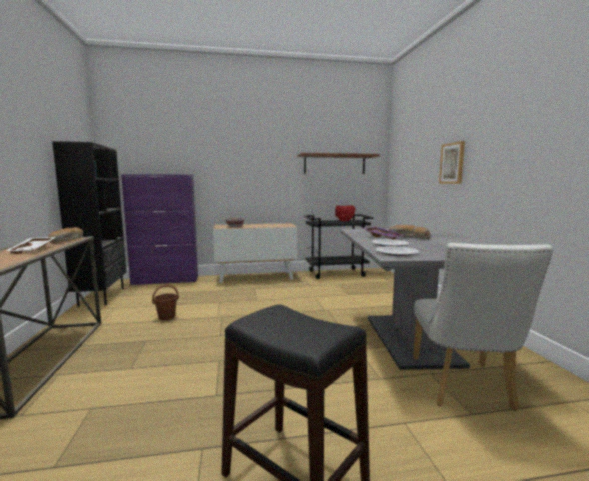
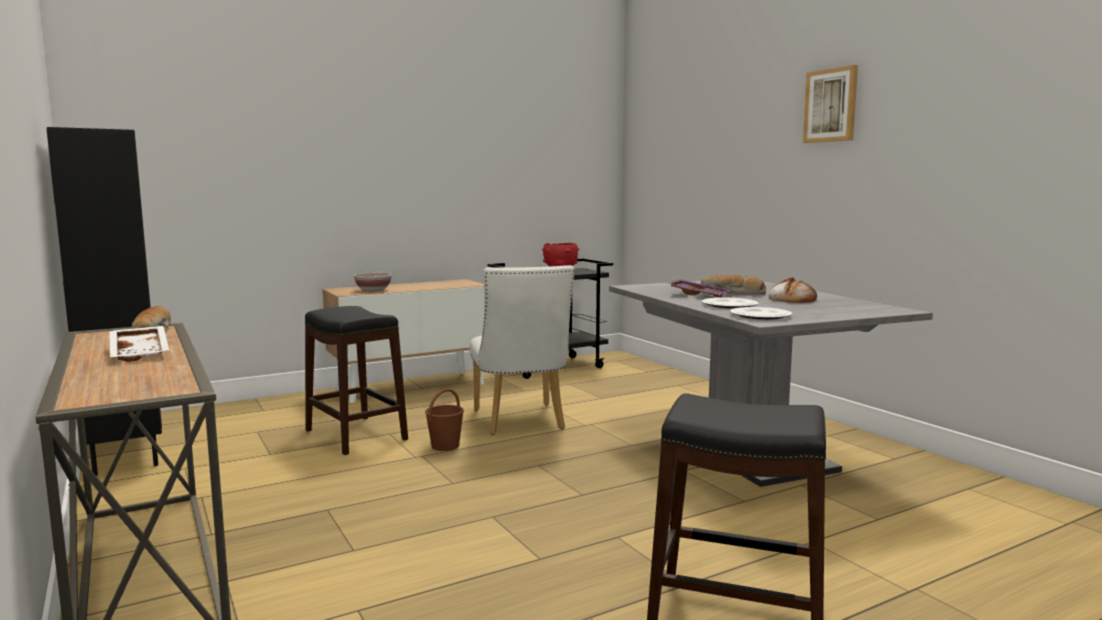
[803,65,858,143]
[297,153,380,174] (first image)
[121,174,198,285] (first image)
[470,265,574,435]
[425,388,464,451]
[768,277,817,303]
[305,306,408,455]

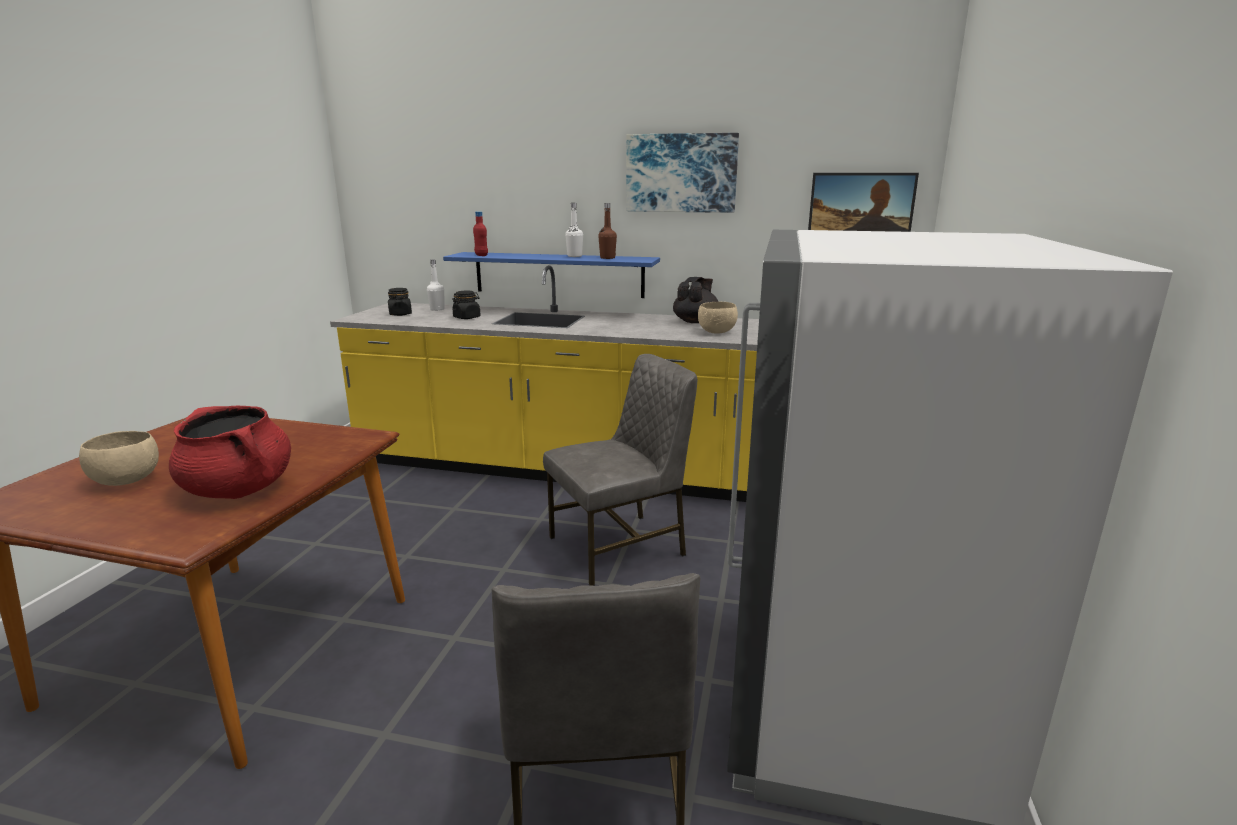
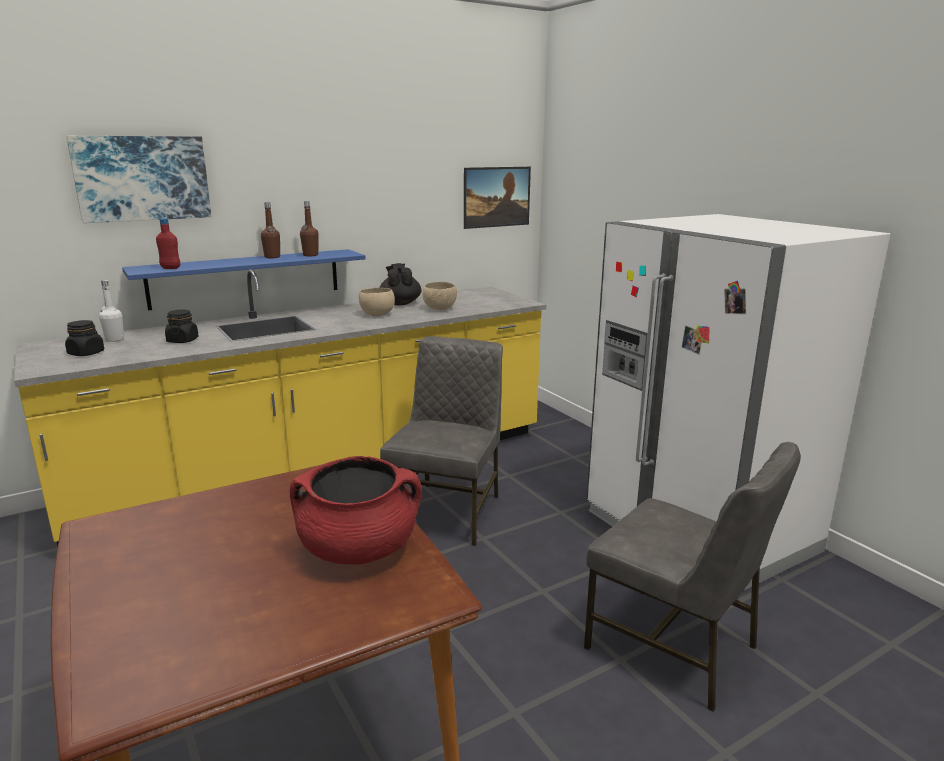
[66,136,211,223]
[261,202,280,258]
[359,288,395,316]

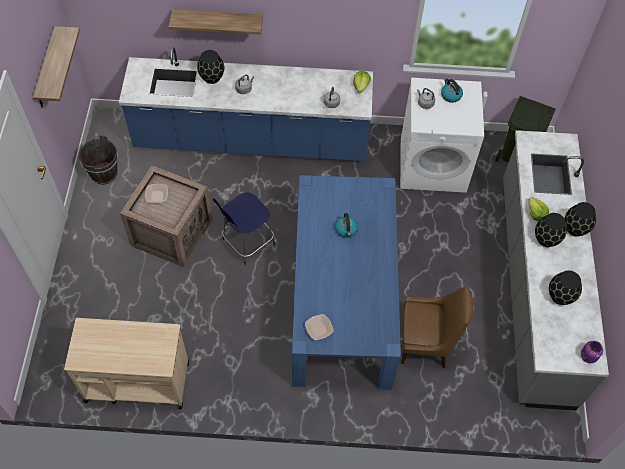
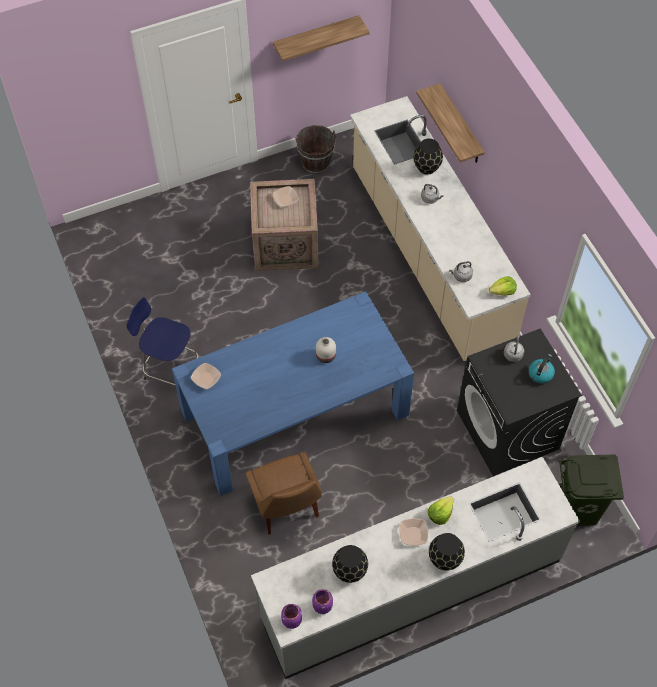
[350,96,531,361]
[457,328,582,476]
[127,297,198,385]
[316,337,336,363]
[400,518,428,545]
[64,318,189,409] (first image)
[312,589,333,614]

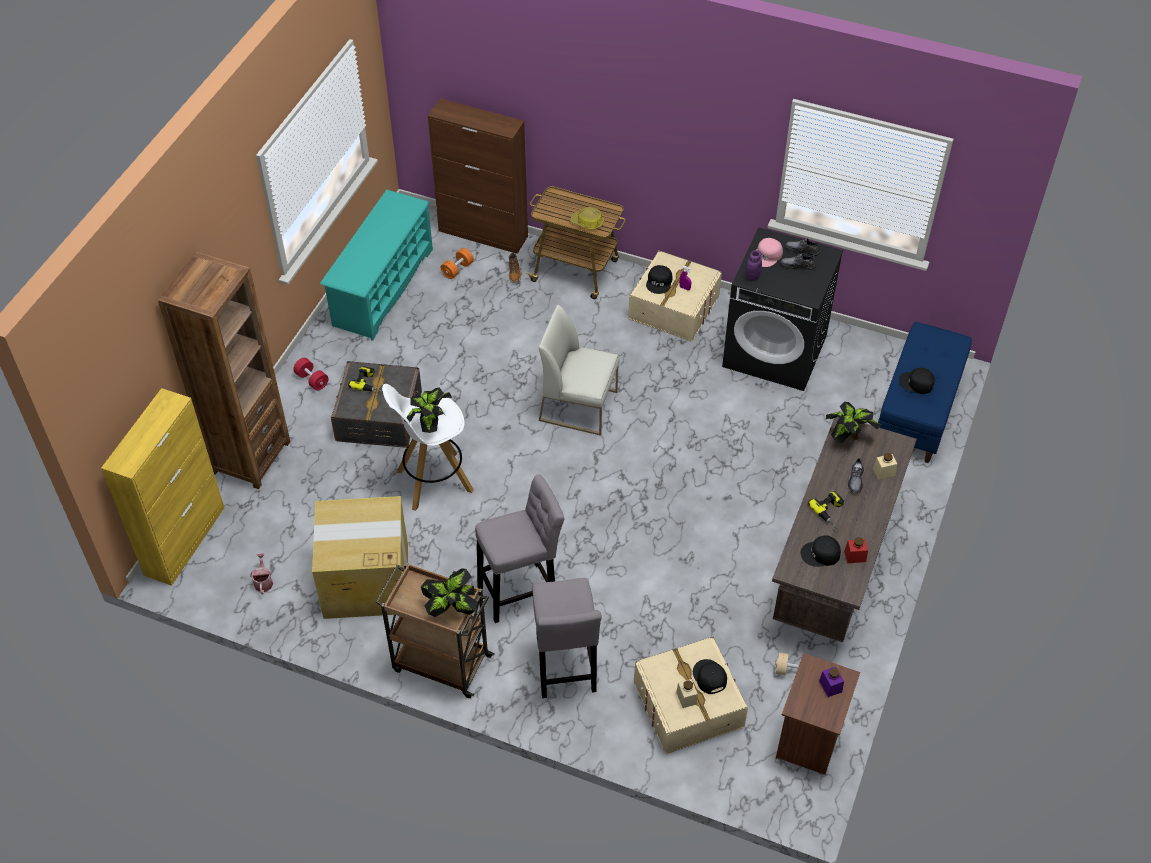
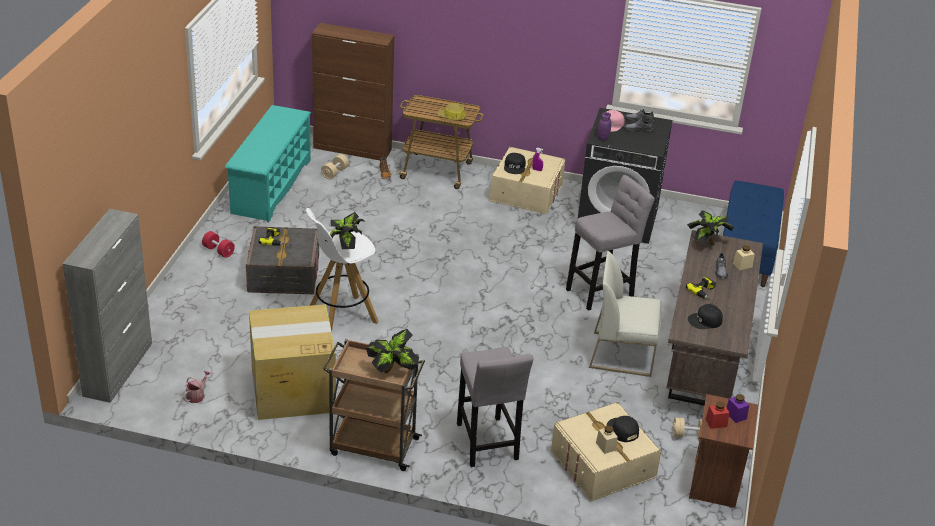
[321,154,349,179]
[158,252,291,489] (first image)
[589,251,662,377]
[899,368,935,394] (first image)
[62,209,152,403]
[566,175,655,311]
[706,401,729,429]
[183,371,211,403]

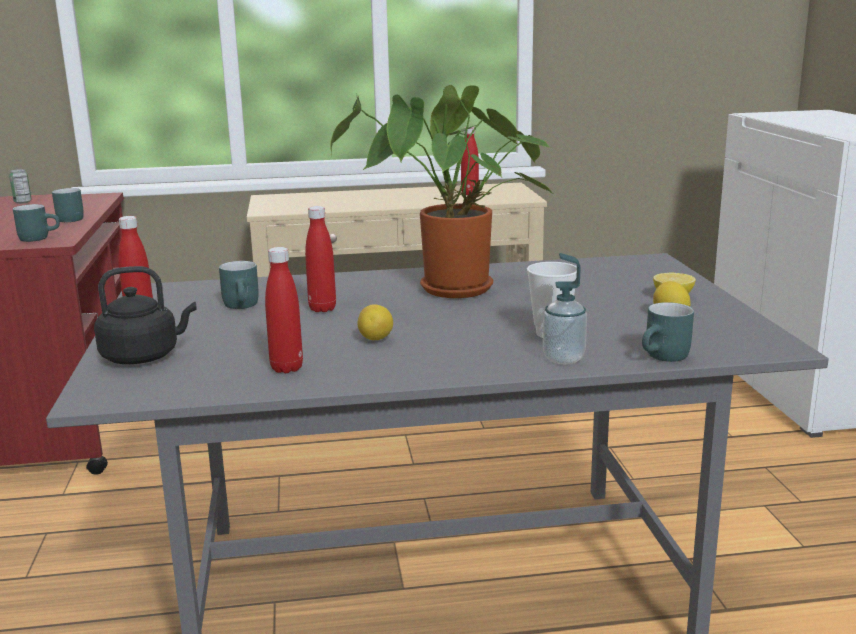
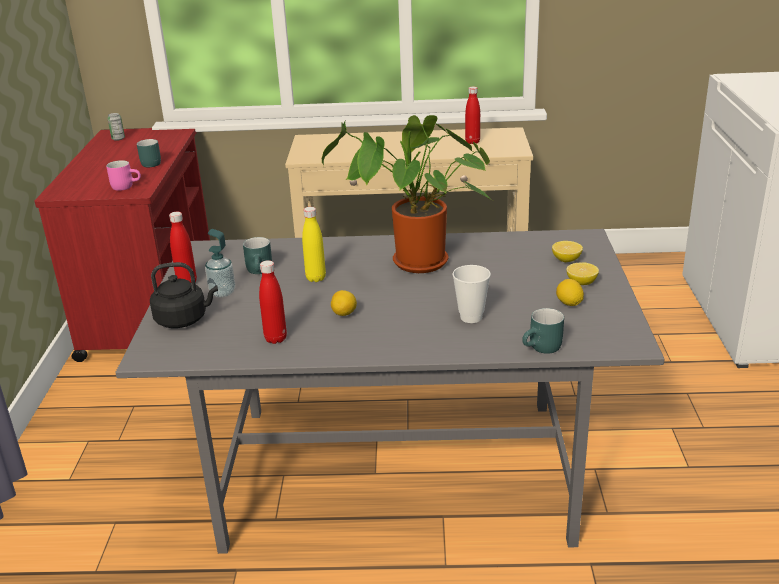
[106,160,141,191]
[302,207,326,282]
[205,229,236,298]
[552,241,583,262]

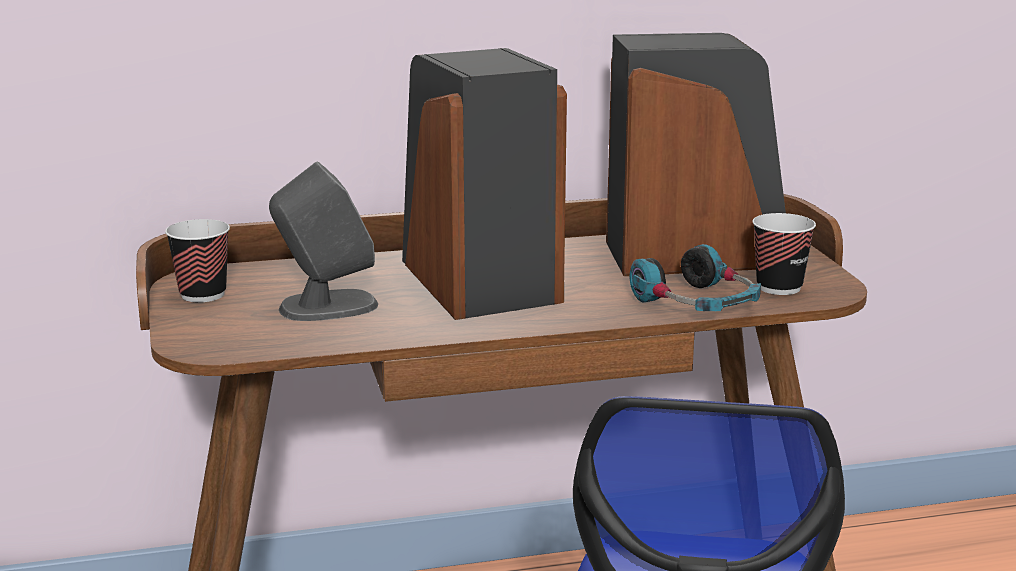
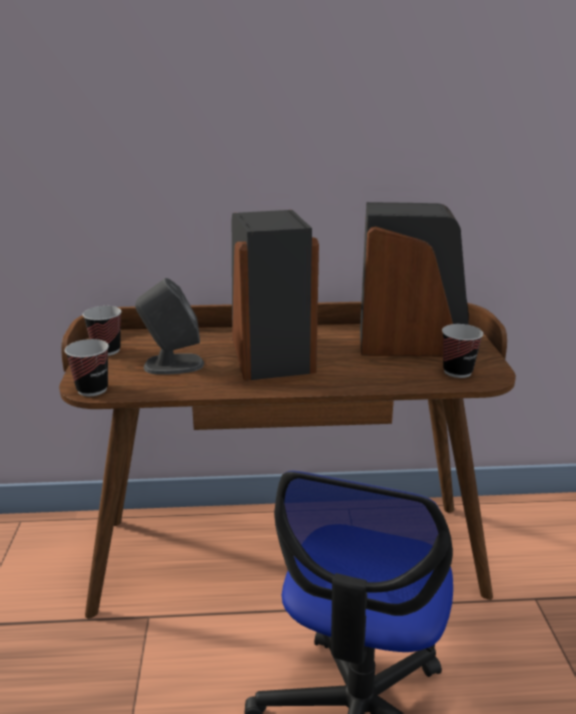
[629,244,761,311] (first image)
[65,339,109,396]

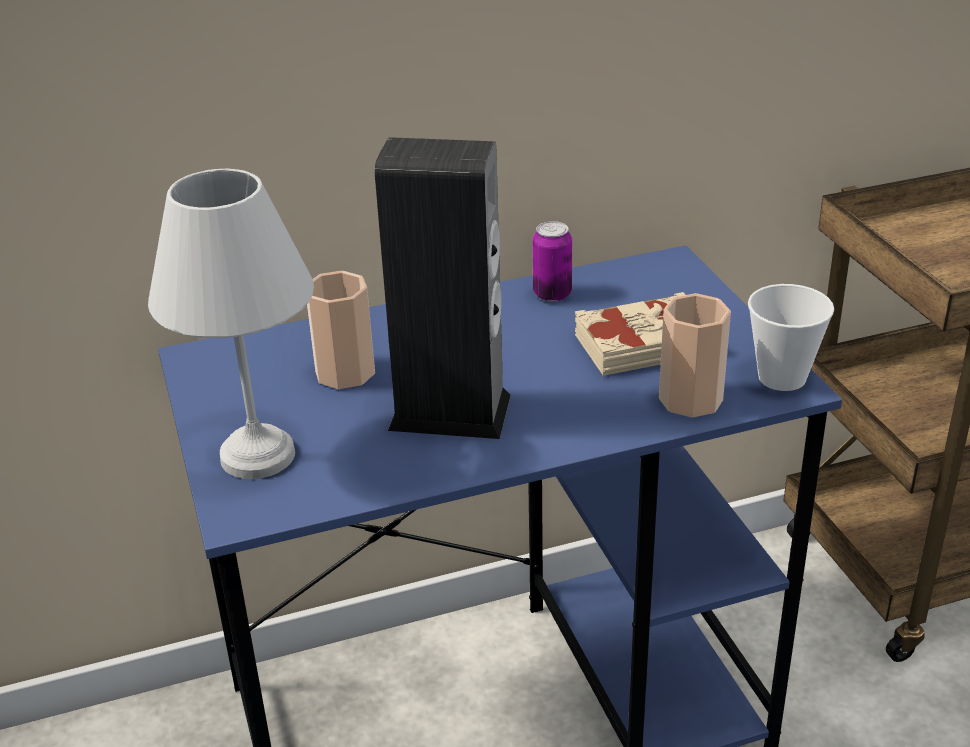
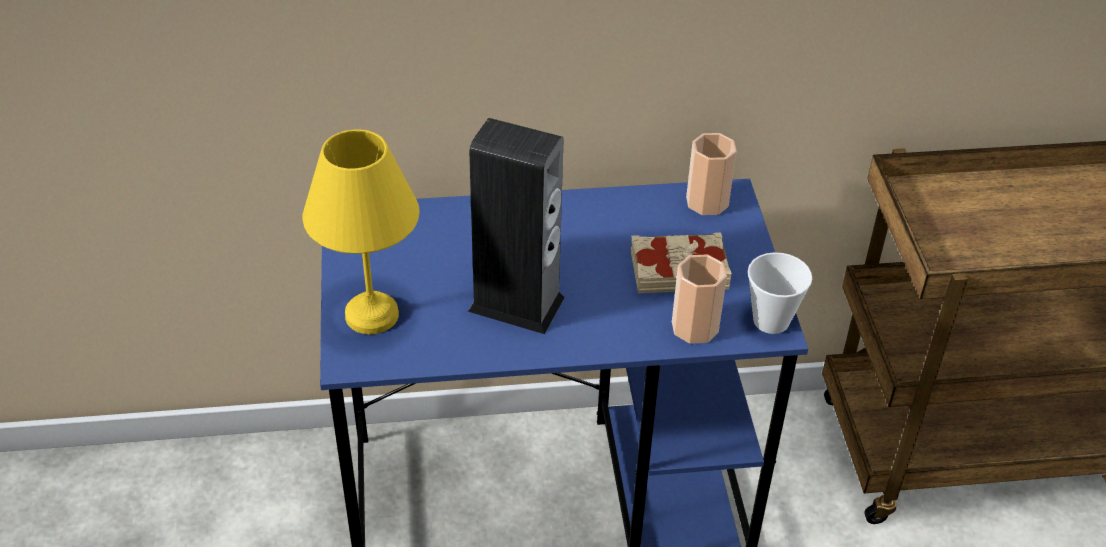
[302,129,419,334]
[532,221,572,302] (first image)
[686,133,737,215]

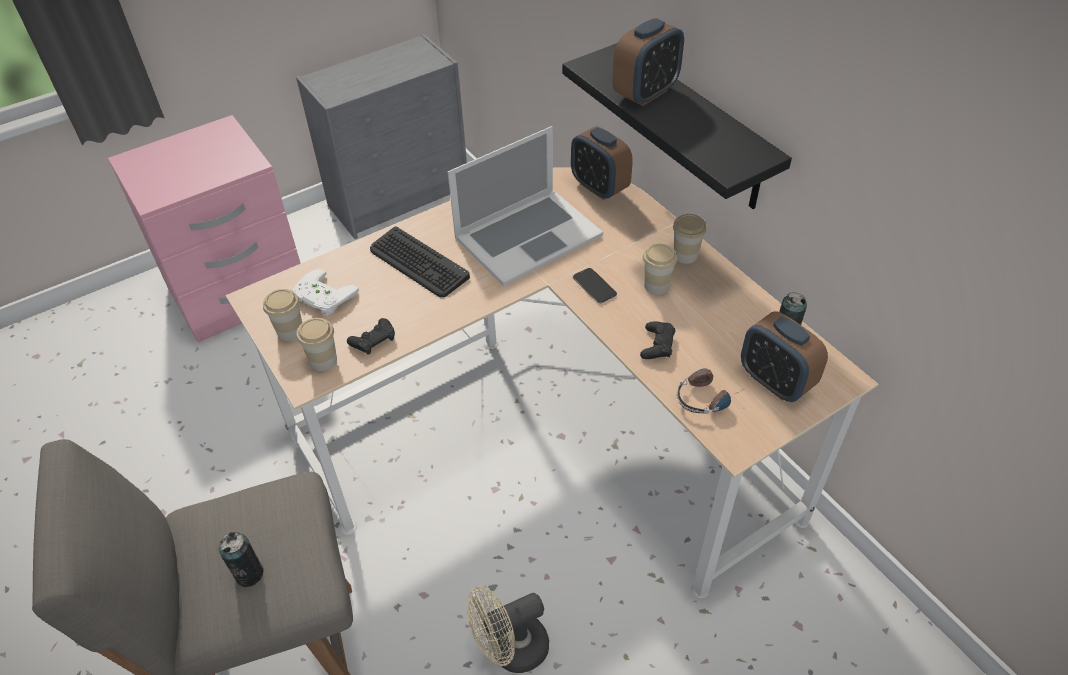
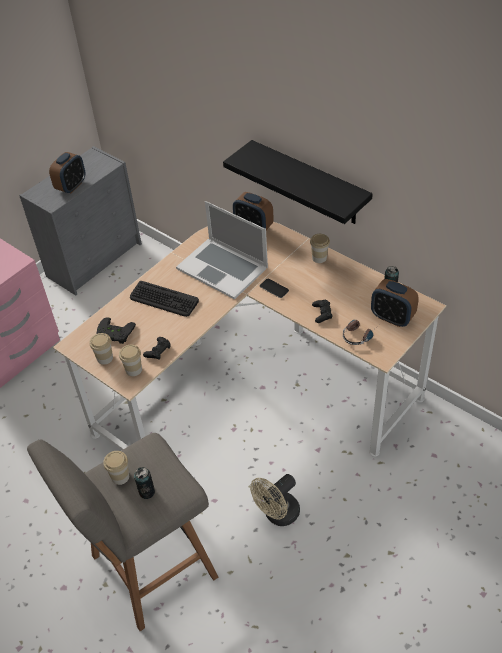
[49,152,85,193]
[176,201,268,299]
[103,451,129,485]
[97,317,136,344]

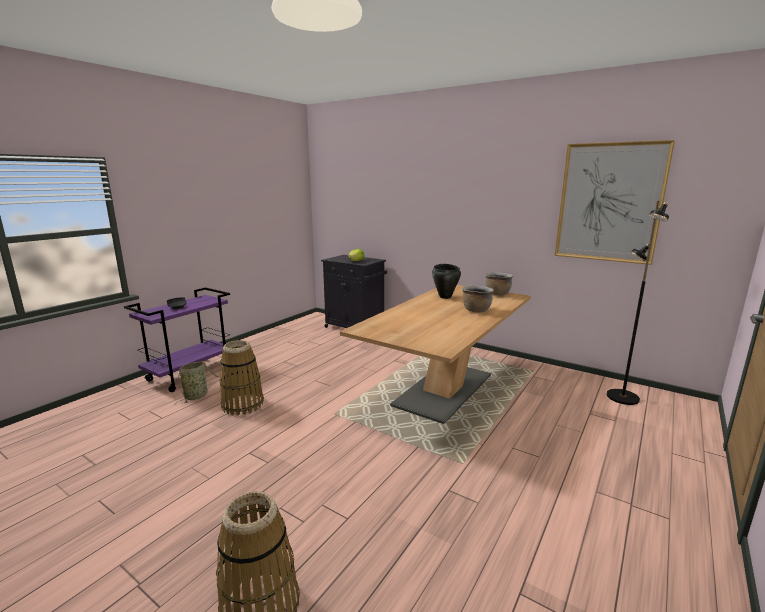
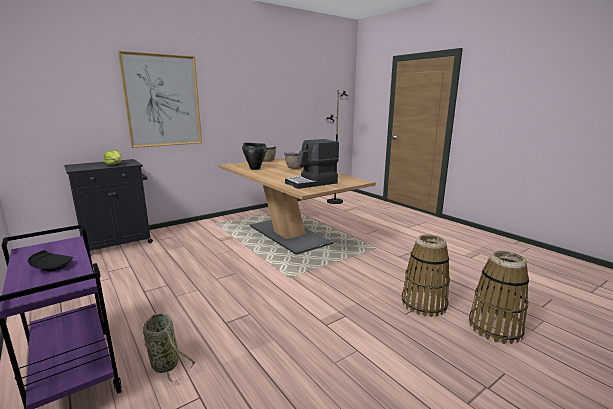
[118,51,202,148]
[402,234,450,317]
[285,139,339,189]

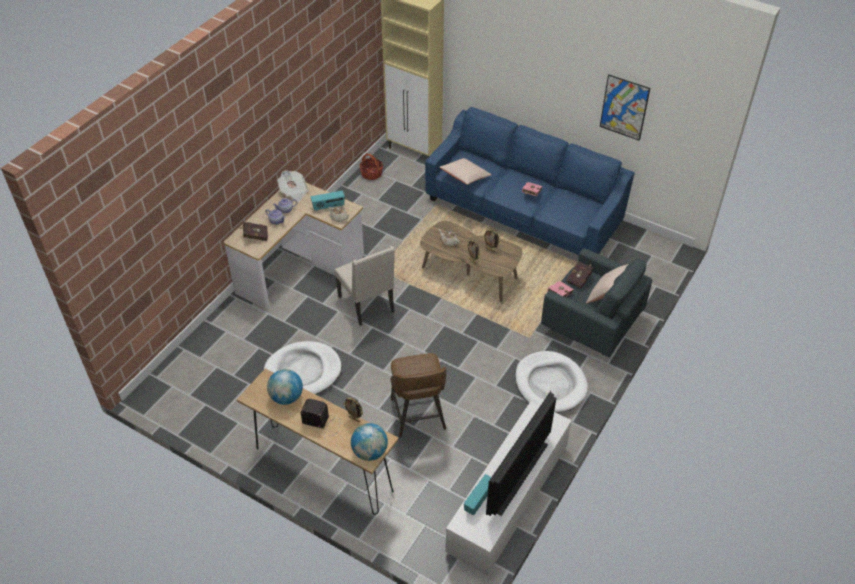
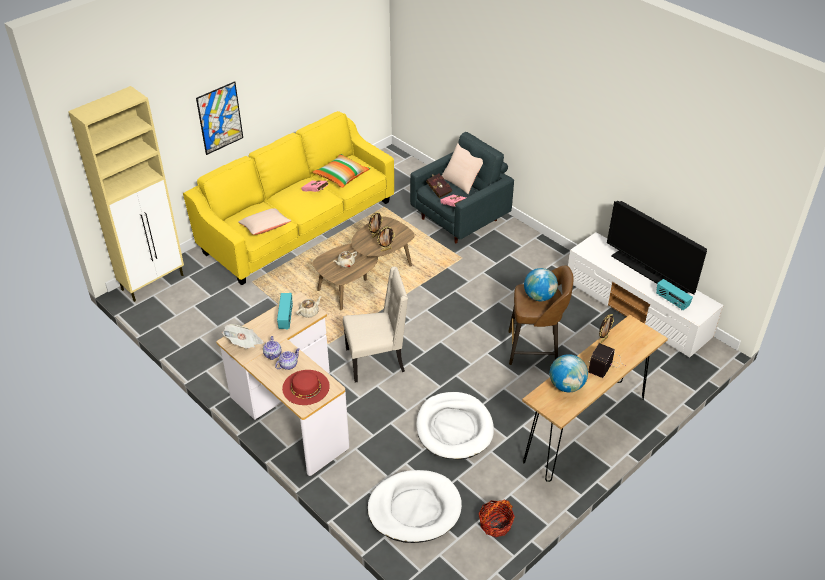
[196,81,243,155]
[183,111,394,285]
[479,500,515,537]
[282,370,330,405]
[367,470,462,543]
[524,268,558,301]
[312,154,370,188]

